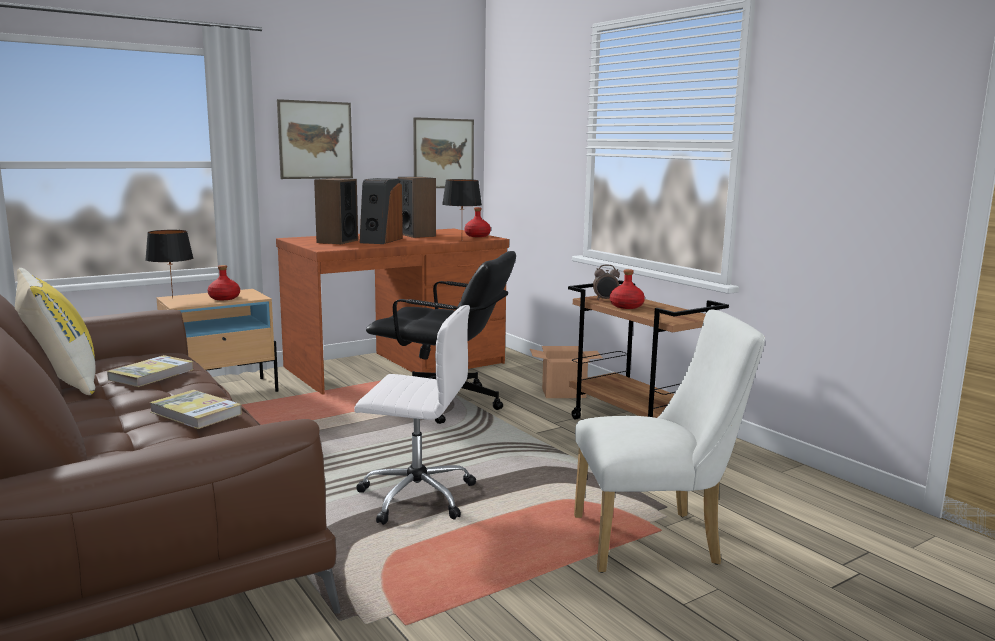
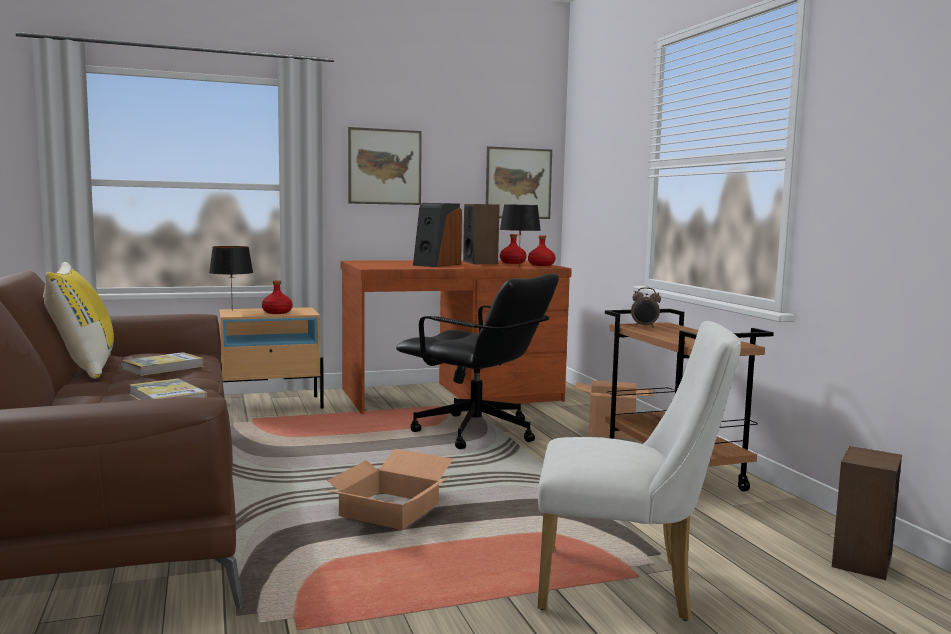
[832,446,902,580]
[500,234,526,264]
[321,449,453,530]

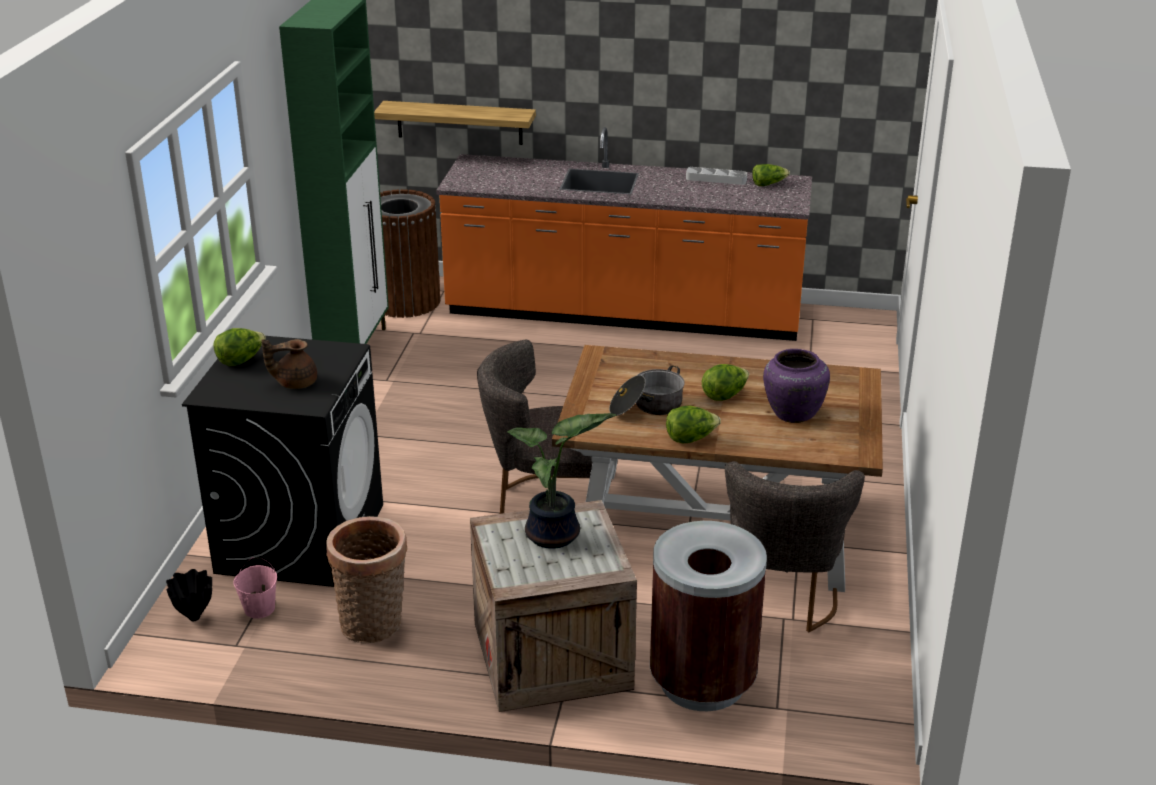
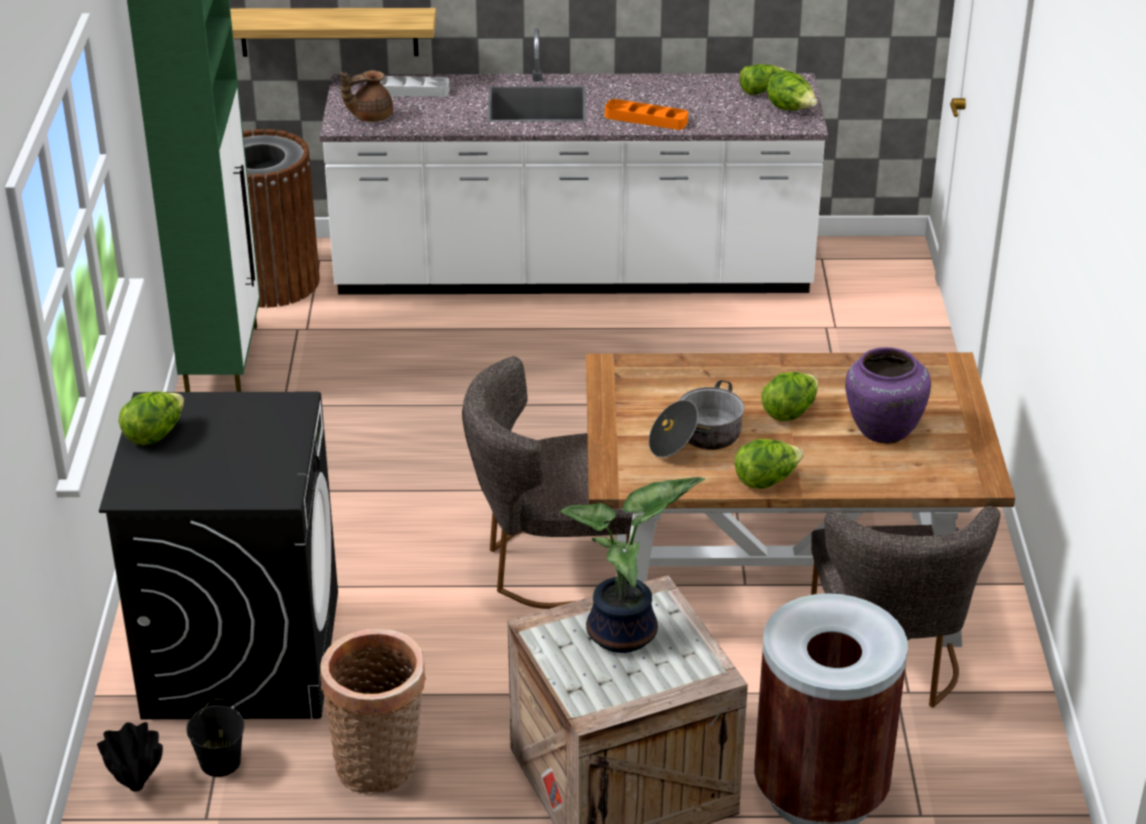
[320,28,828,295]
[380,76,449,97]
[340,70,393,122]
[187,699,244,777]
[767,70,817,110]
[605,99,688,130]

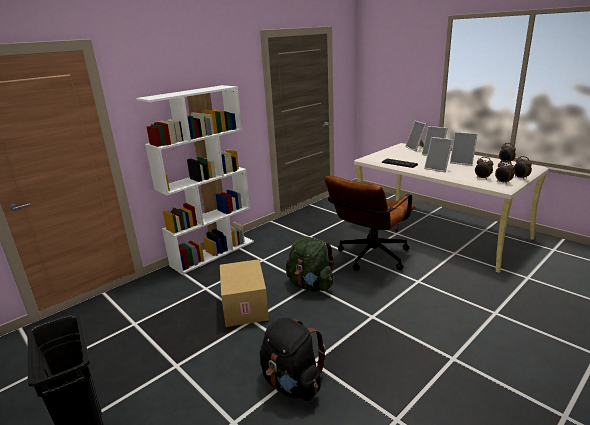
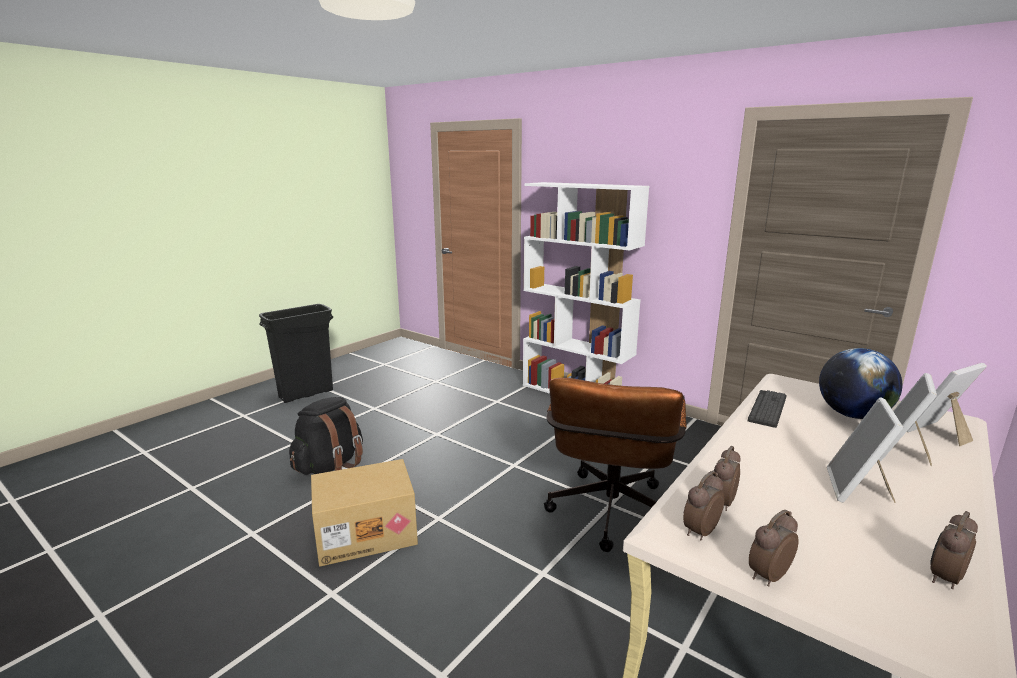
[424,137,453,172] (first image)
[544,378,687,552]
[286,236,334,291] (first image)
[311,459,418,567]
[819,348,902,419]

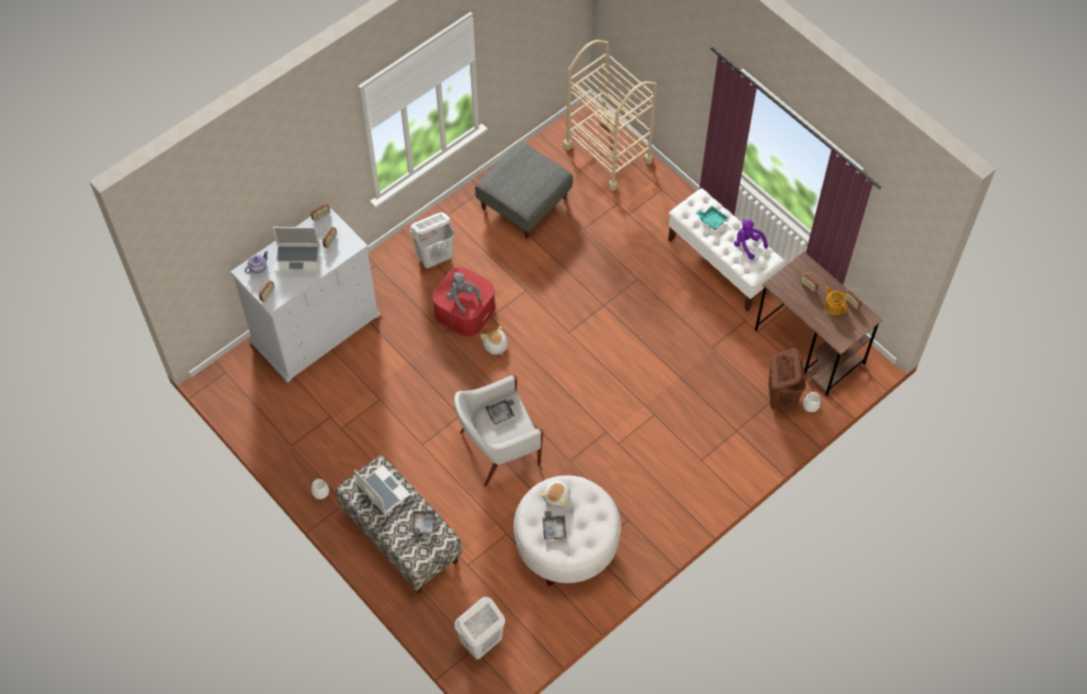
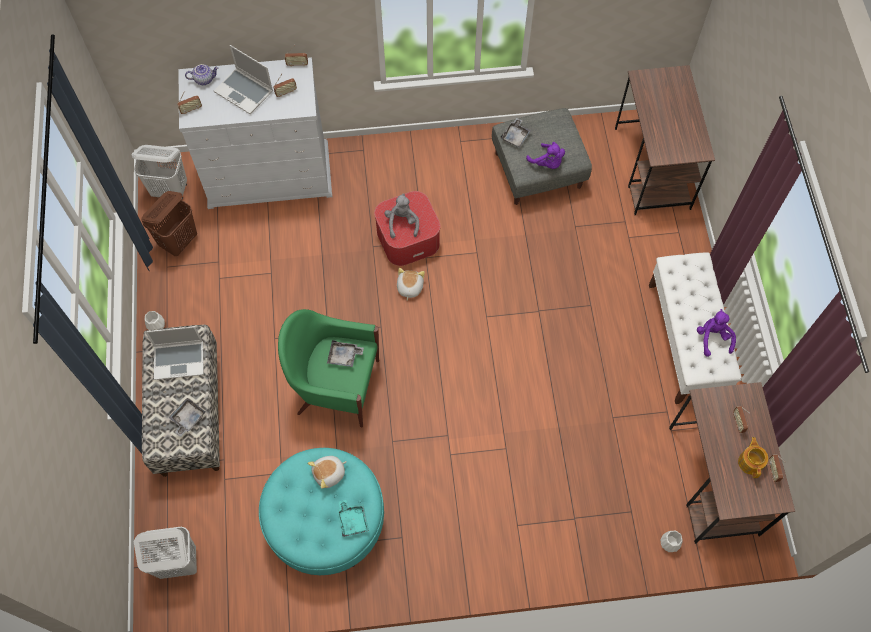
[615,65,715,215]
[337,500,369,537]
[132,145,187,200]
[141,191,197,256]
[278,309,379,427]
[145,326,204,380]
[259,448,384,575]
[501,118,531,147]
[526,142,565,169]

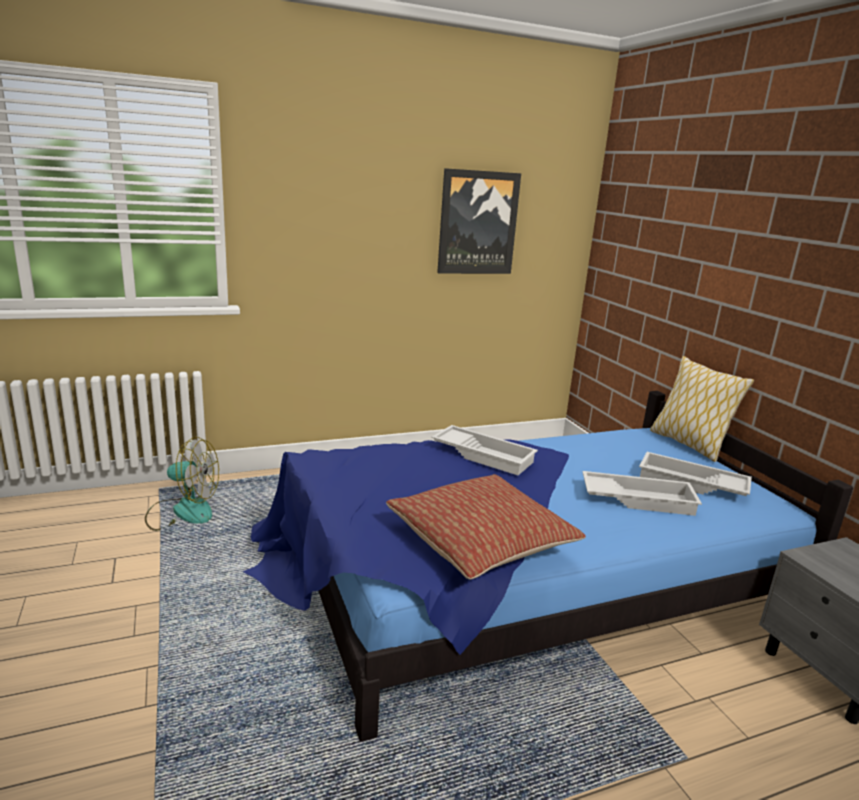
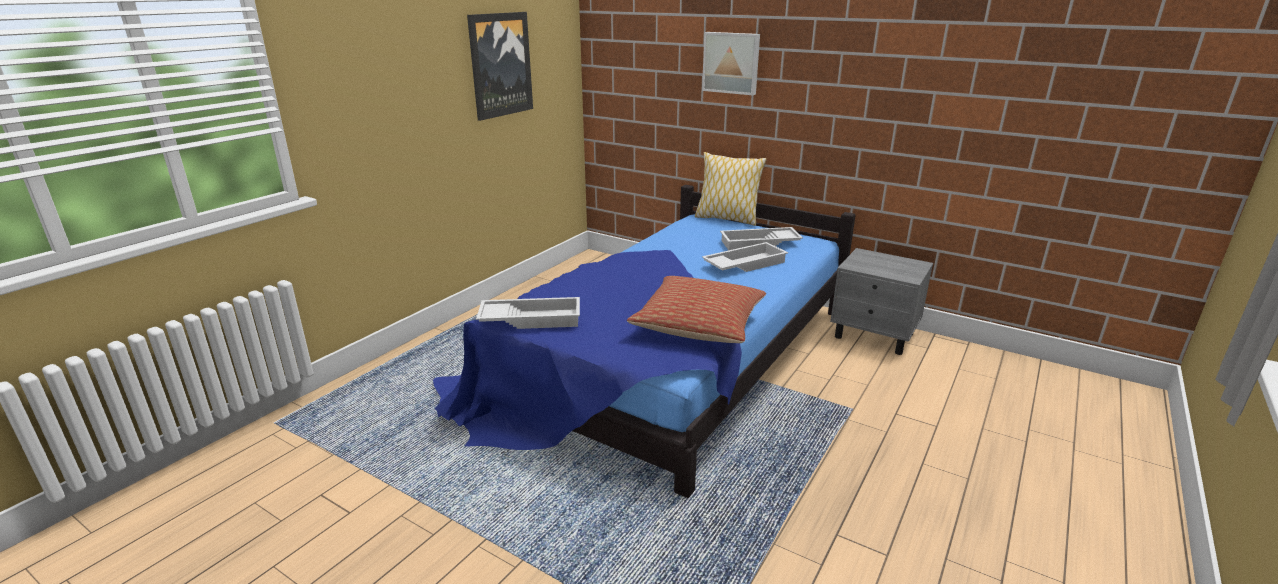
[476,297,580,329]
[145,437,219,531] (first image)
[702,32,760,95]

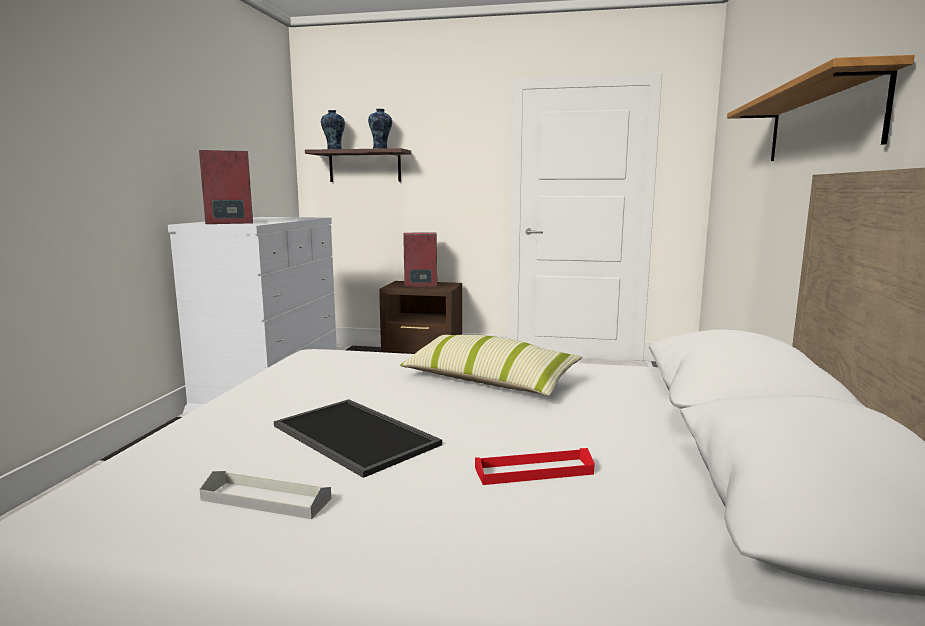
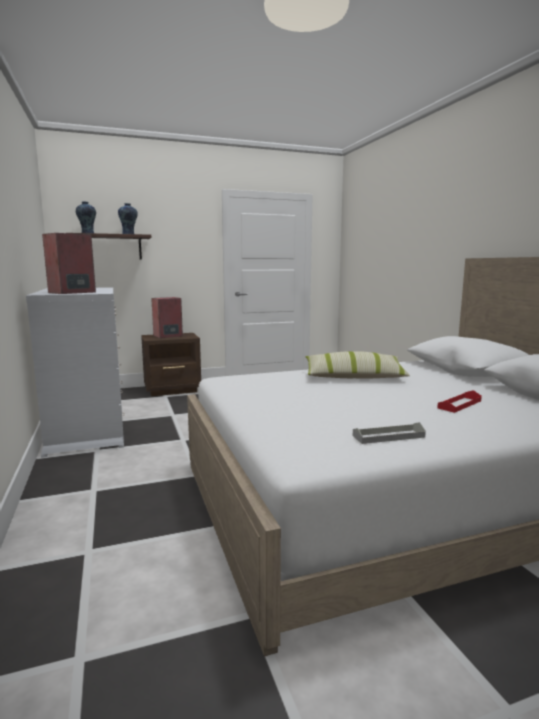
[727,55,915,161] (first image)
[274,399,442,478] (first image)

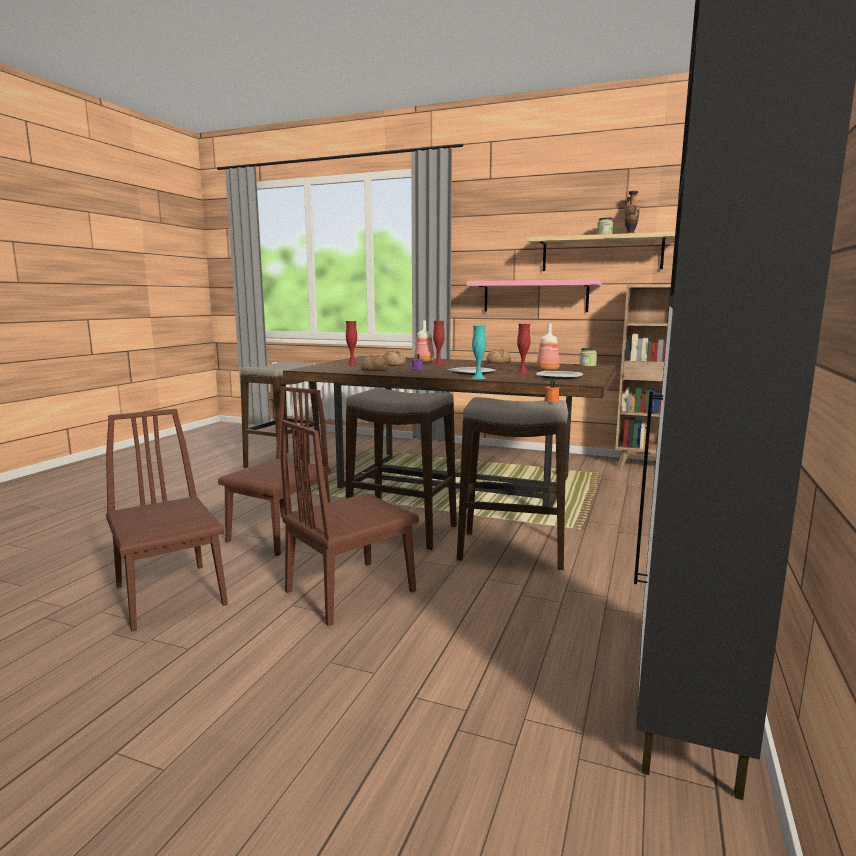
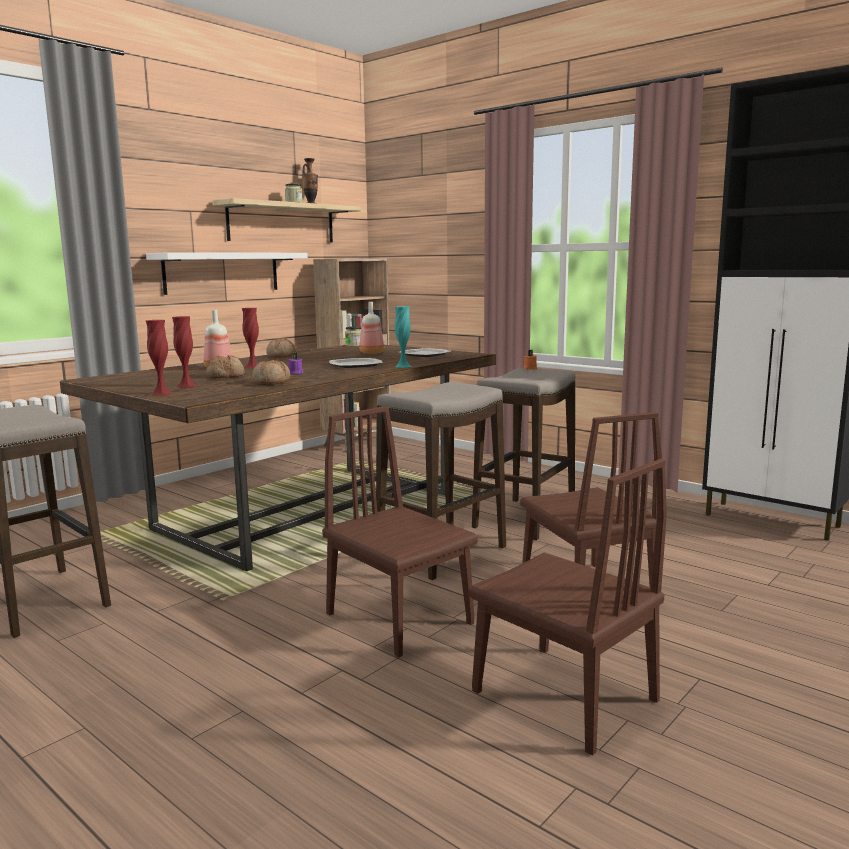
[146,252,308,295]
[146,320,172,395]
[468,459,667,755]

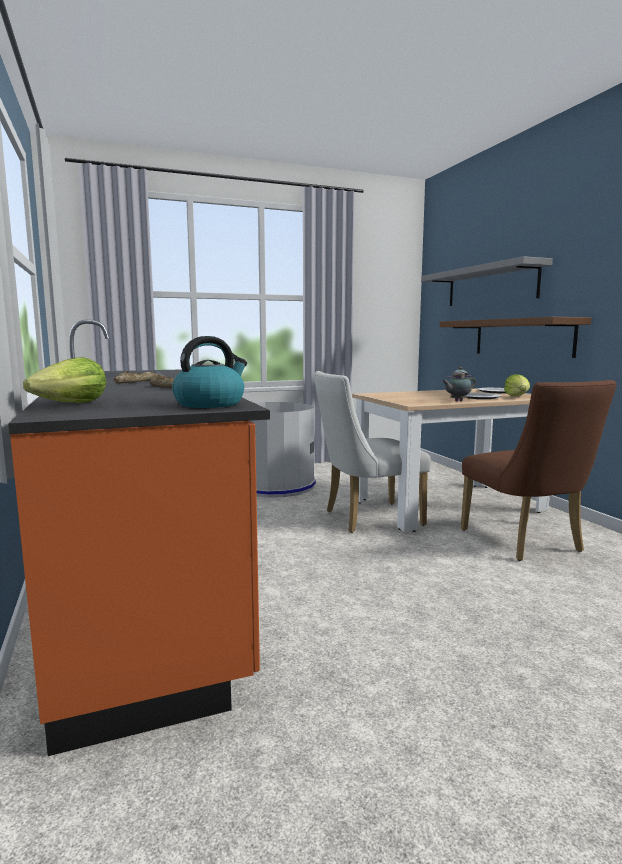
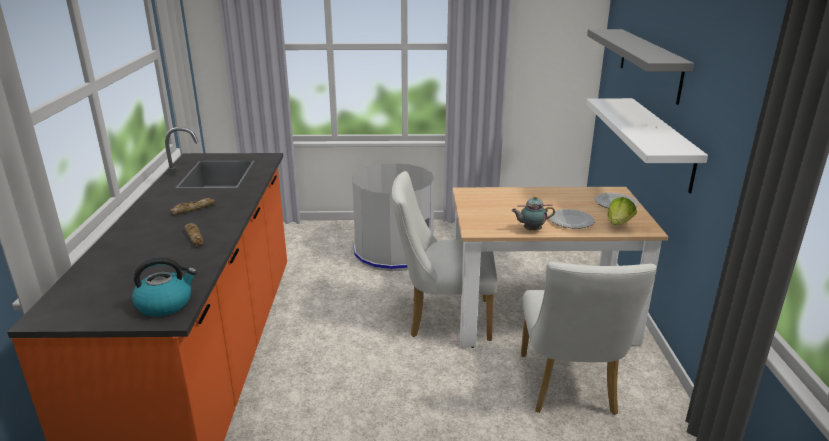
[586,98,708,193]
[23,357,106,403] (first image)
[521,262,657,415]

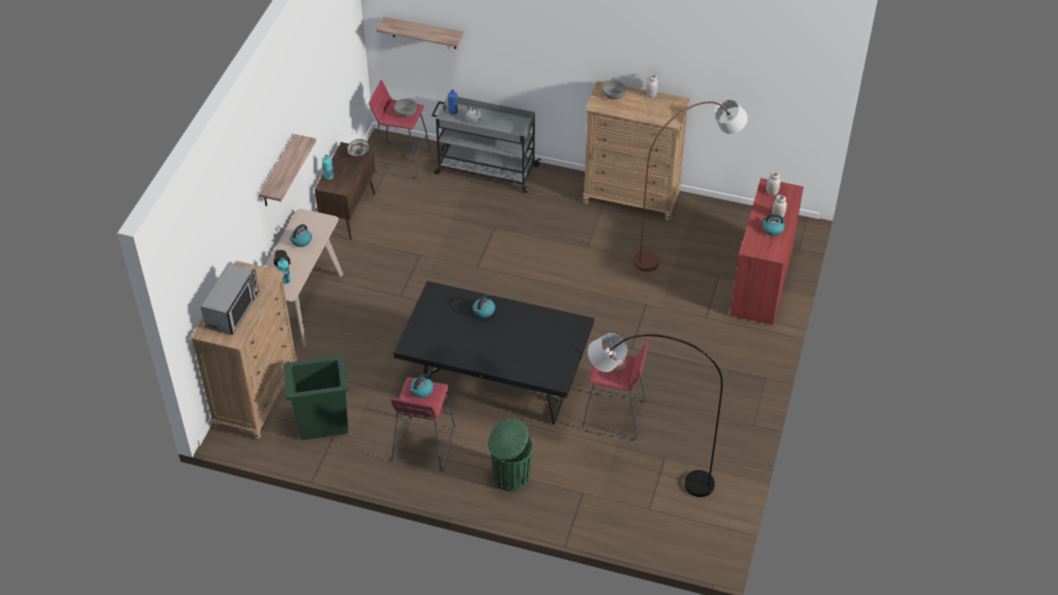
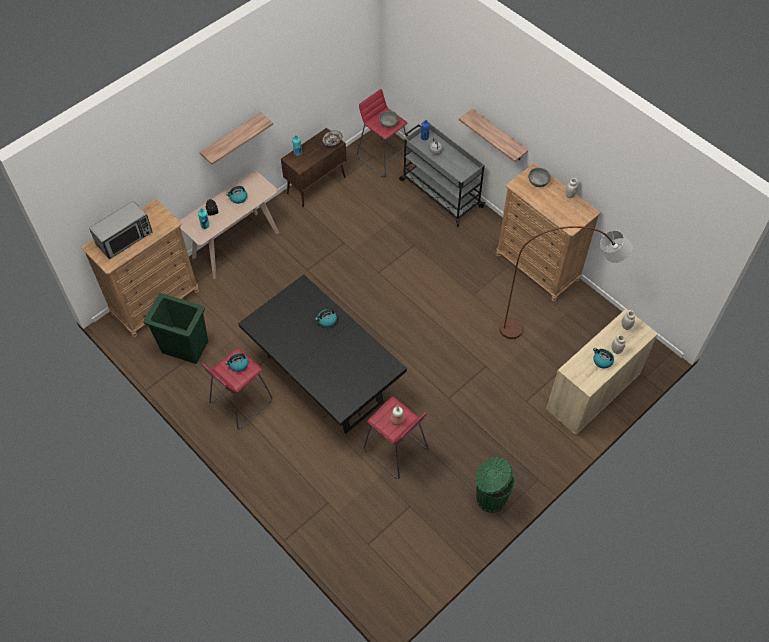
[459,109,528,162]
[546,309,658,435]
[588,333,723,497] (first image)
[475,457,514,513]

